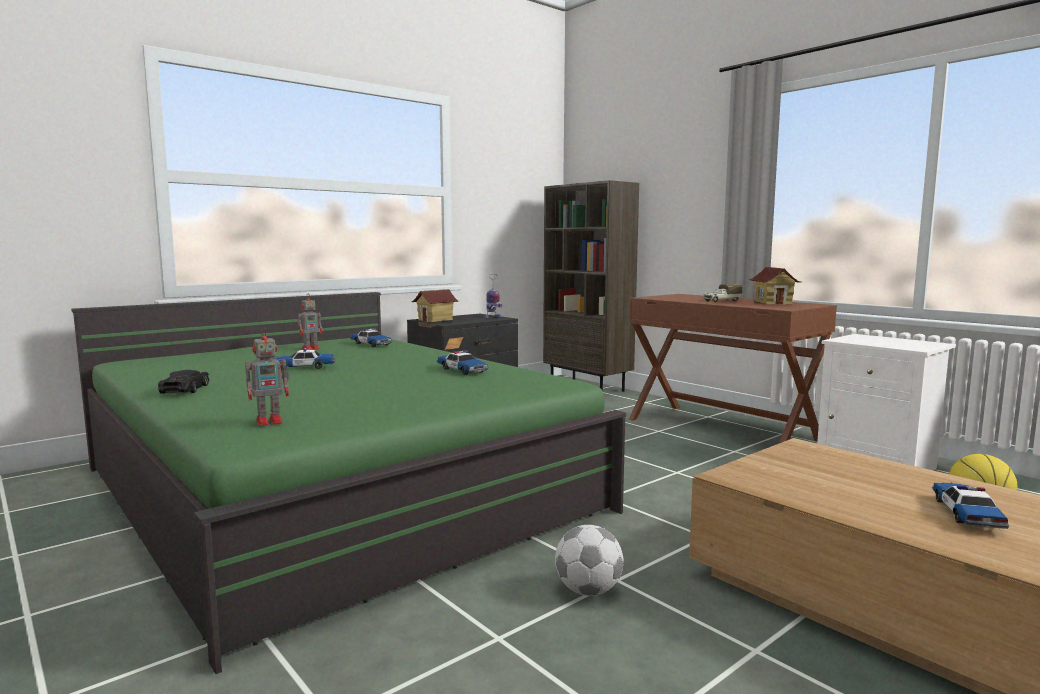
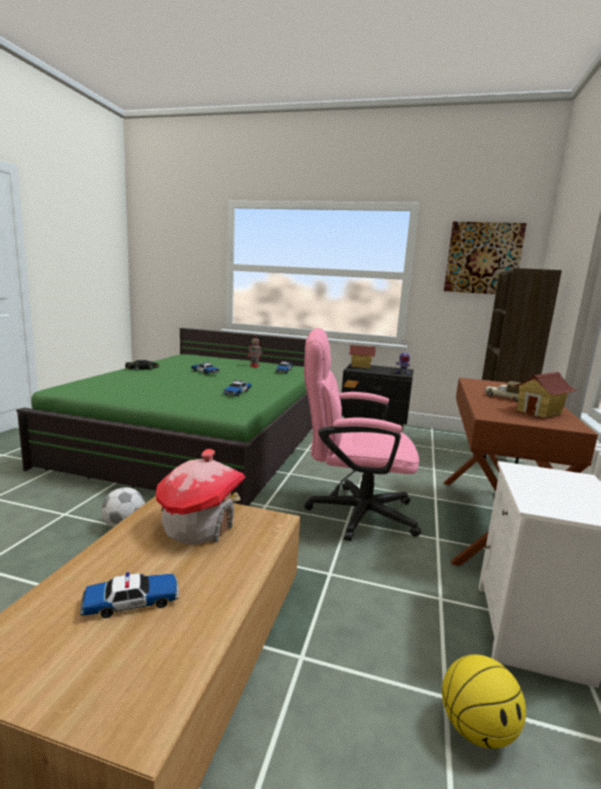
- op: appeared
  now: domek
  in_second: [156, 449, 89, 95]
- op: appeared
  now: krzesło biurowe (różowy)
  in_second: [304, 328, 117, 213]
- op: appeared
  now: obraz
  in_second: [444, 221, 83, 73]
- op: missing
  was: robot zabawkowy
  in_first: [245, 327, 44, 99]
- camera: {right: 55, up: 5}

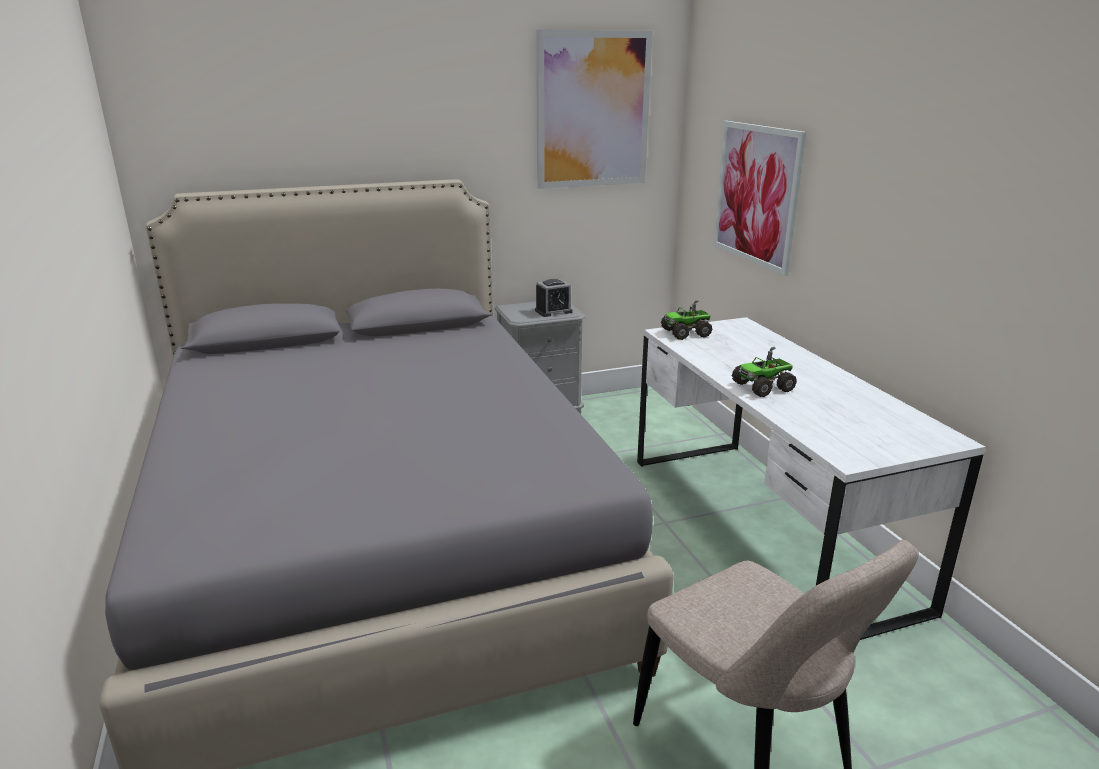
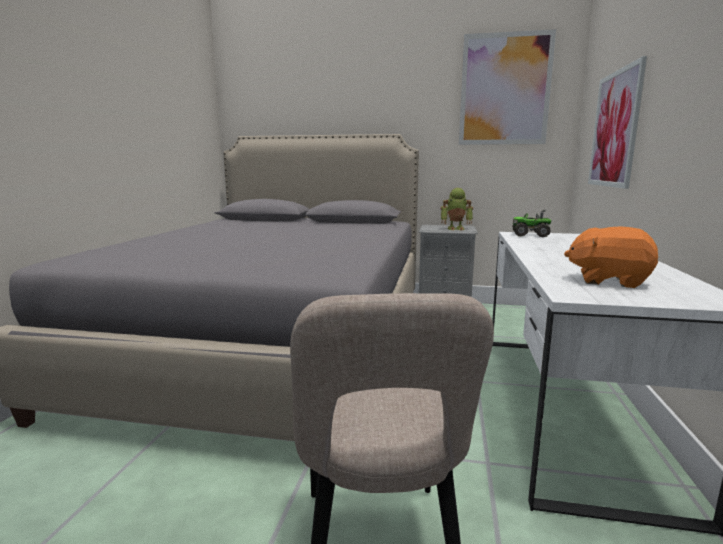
- op: exchanged
  was: budzik
  now: robot zabawkowy
  in_first: [535, 279, 37, 38]
  in_second: [441, 188, 32, 43]
- op: appeared
  now: pluszak (pomarańczowy)
  in_second: [564, 226, 94, 62]
- op: missing
  was: ciężarówka zabawkowa
  in_first: [732, 347, 65, 50]
- camera: {right: 30, up: -10}

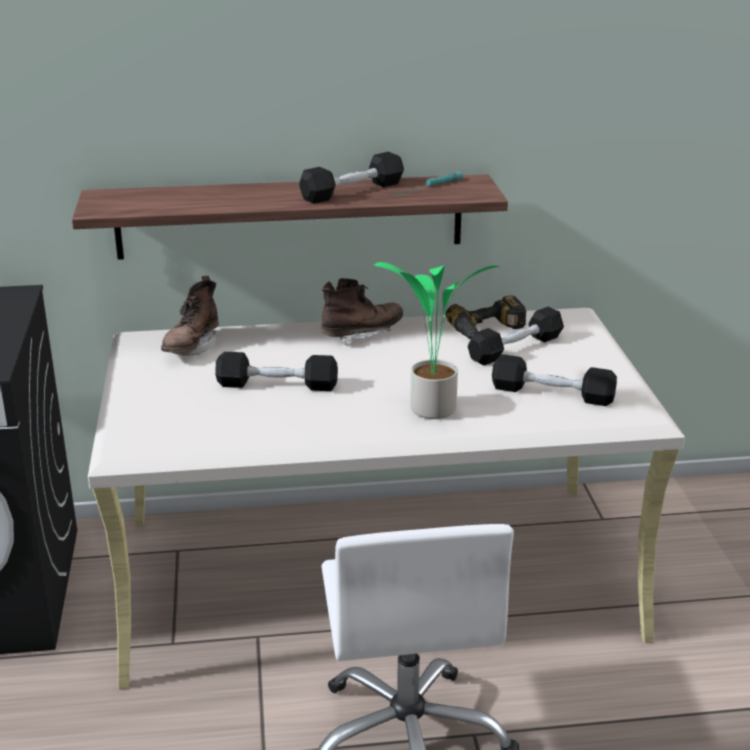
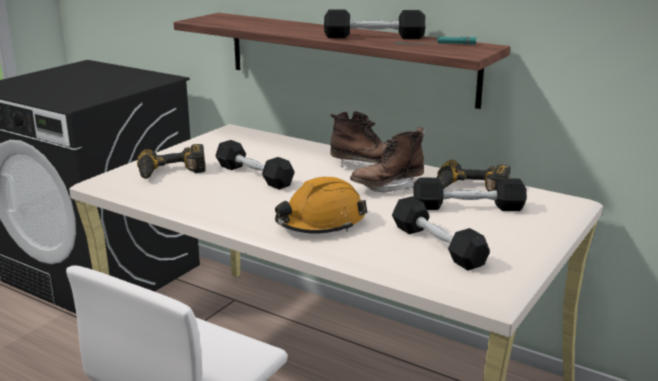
- op: appeared
  now: wiertarka
  in_second: [137, 144, 69, 35]
- op: exchanged
  was: roślina doniczkowa
  now: kask (pomarańczowy)
  in_first: [374, 262, 126, 157]
  in_second: [275, 177, 92, 57]
- op: relocated
  was: but z cholewką (brązowy)
  in_first: [161, 276, 58, 80]
  in_second: [350, 127, 74, 66]
- camera: {right: 40, up: -5}

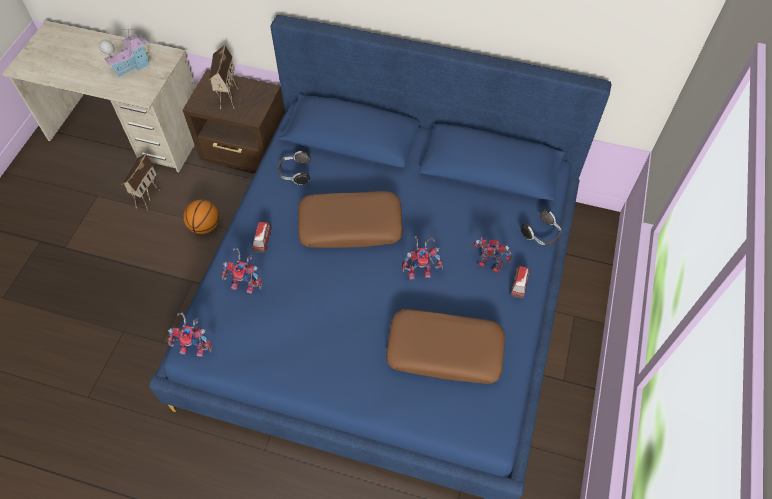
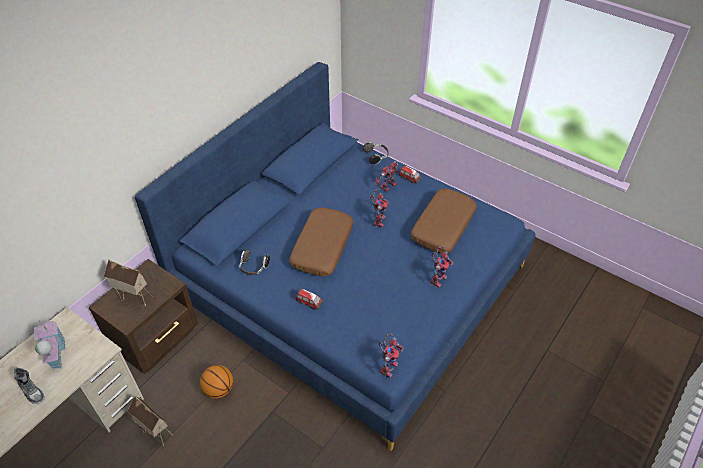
- op: appeared
  now: but
  in_second: [14, 367, 31, 37]
- op: relocated
  was: robot zabawkowy
  in_first: [221, 248, 41, 46]
  in_second: [430, 246, 24, 42]
- camera: {right: -70, up: -10}

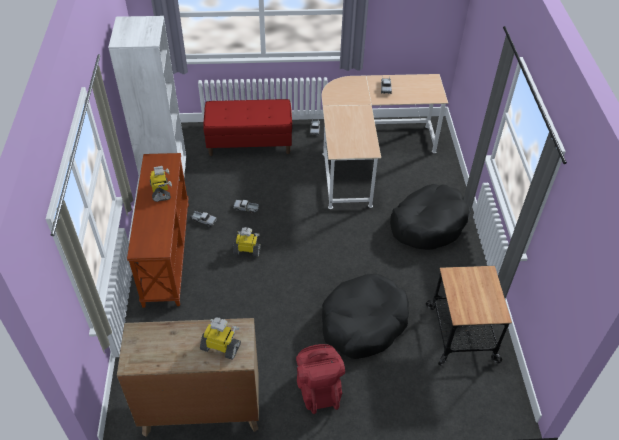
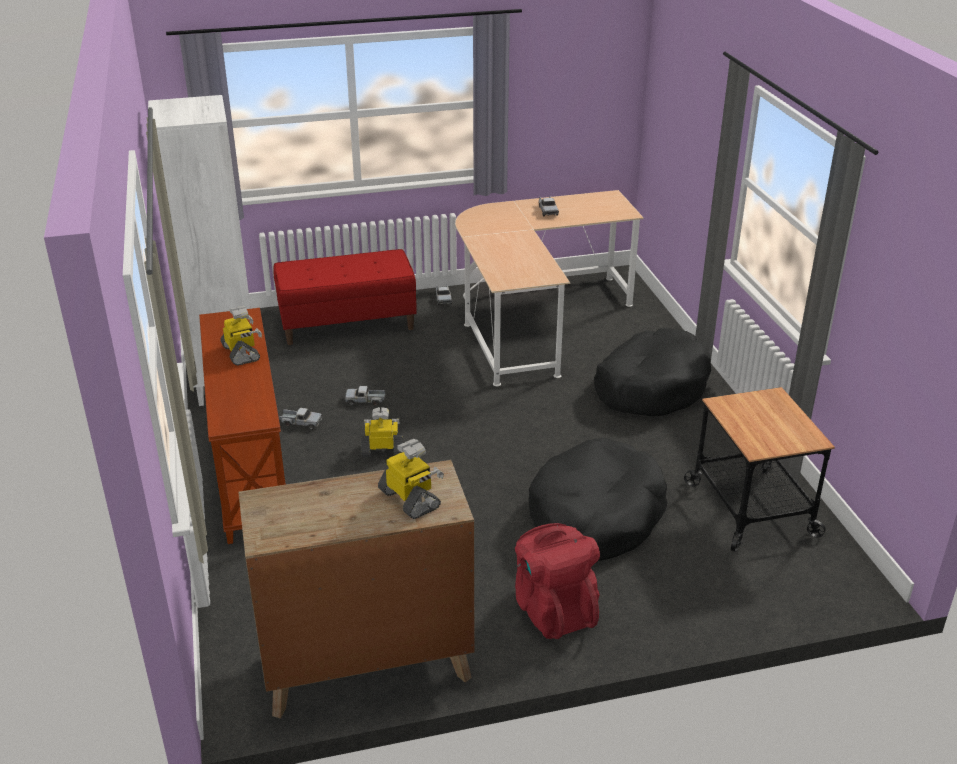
- op: spun
  was: robot zabawkowy
  in_first: [200, 318, 41, 42]
  in_second: [378, 439, 66, 80]
  clockwise: 45
- camera: {right: -10, up: -15}

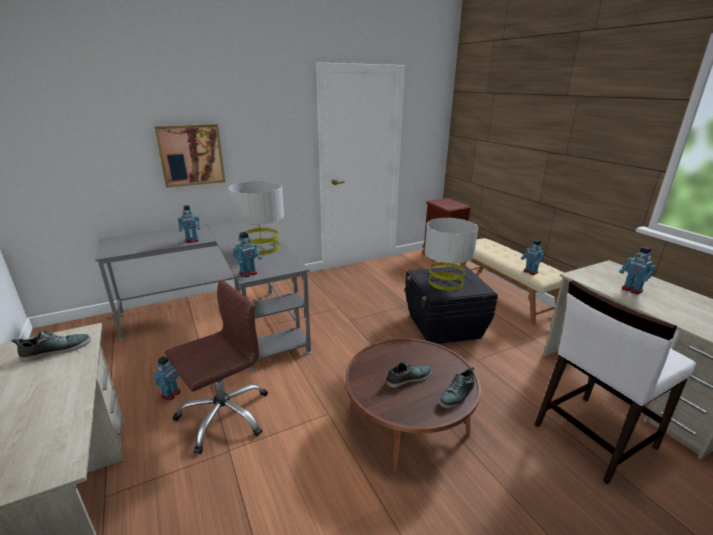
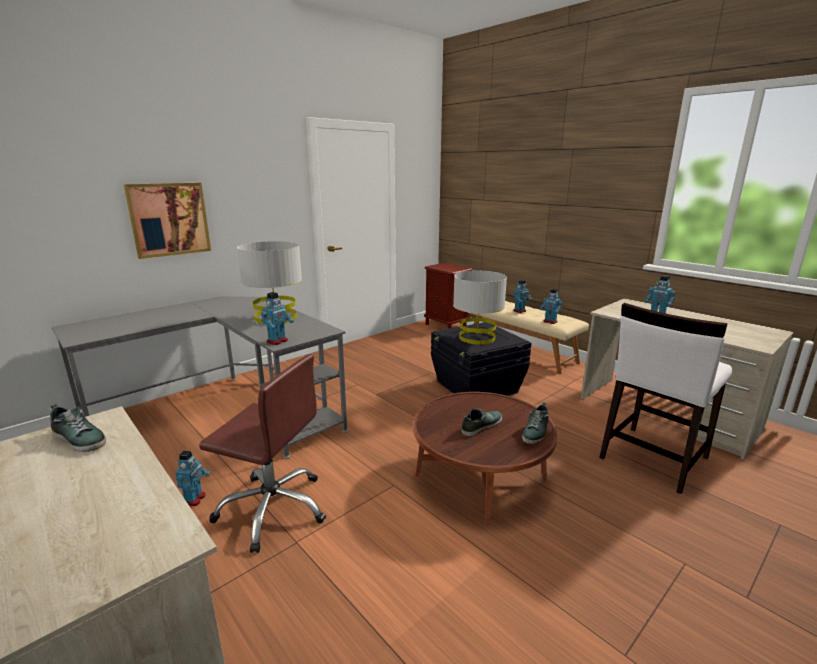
- op: spun
  was: but
  in_first: [12, 331, 79, 31]
  in_second: [50, 404, 56, 48]
  clockwise: 75
- op: spun
  was: krzesło biurowe (brązowy)
  in_first: [165, 279, 103, 175]
  in_second: [199, 354, 127, 199]
  clockwise: 75
- op: relocated
  was: robot zabawkowy
  in_first: [178, 205, 22, 38]
  in_second: [513, 280, 19, 33]
- camera: {right: -15, up: -5}

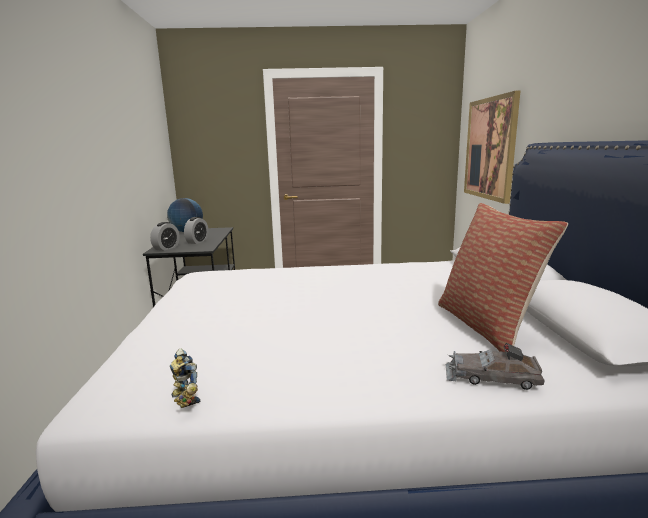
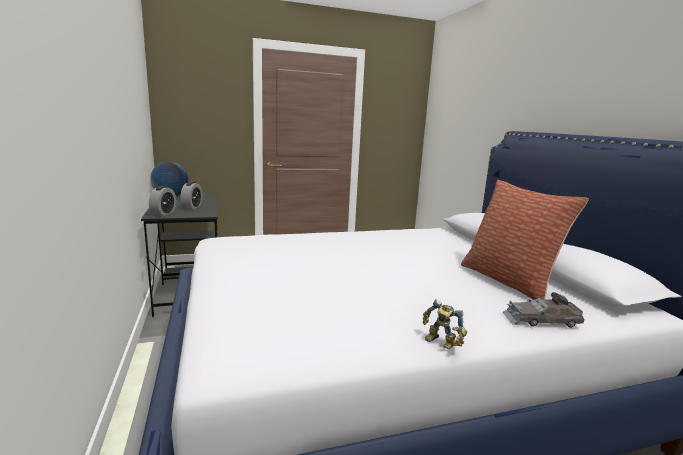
- op: relocated
  was: robot zabawkowy
  in_first: [170, 349, 30, 59]
  in_second: [423, 299, 45, 50]
- op: missing
  was: obraz
  in_first: [464, 91, 56, 113]
- camera: {right: -15, up: 0}

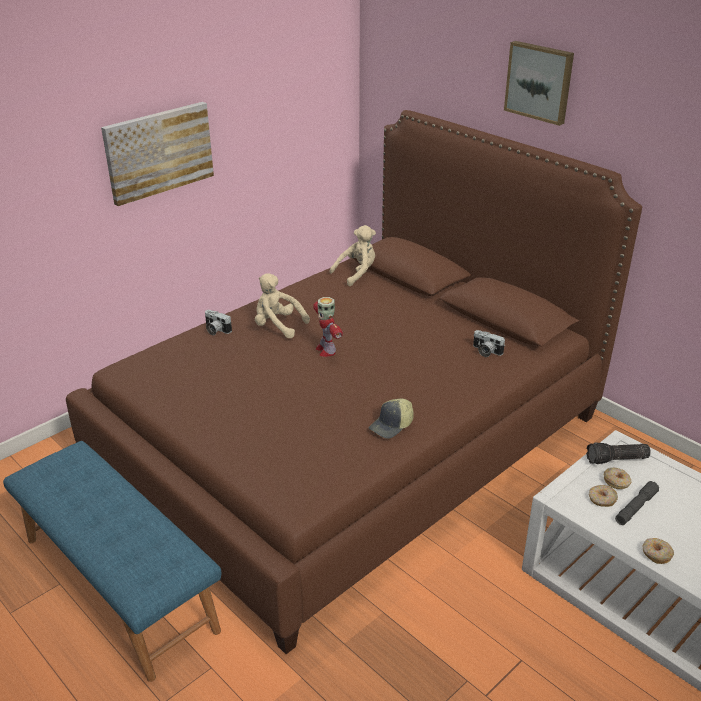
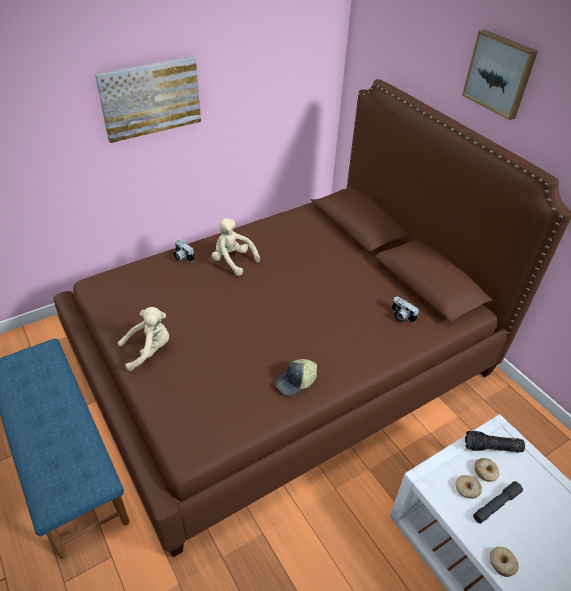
- op: relocated
  was: pluszak (beżowy)
  in_first: [330, 225, 46, 61]
  in_second: [118, 307, 51, 64]
- op: missing
  was: robot zabawkowy
  in_first: [313, 297, 30, 60]
- camera: {right: 10, up: 10}

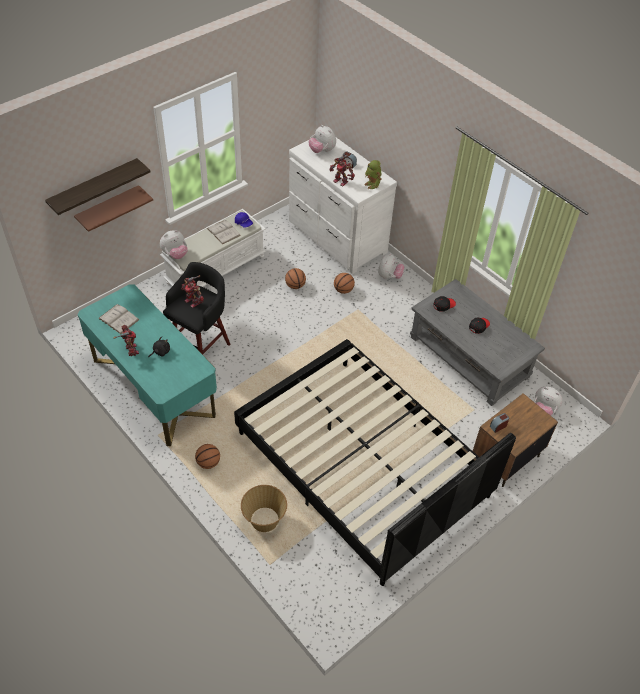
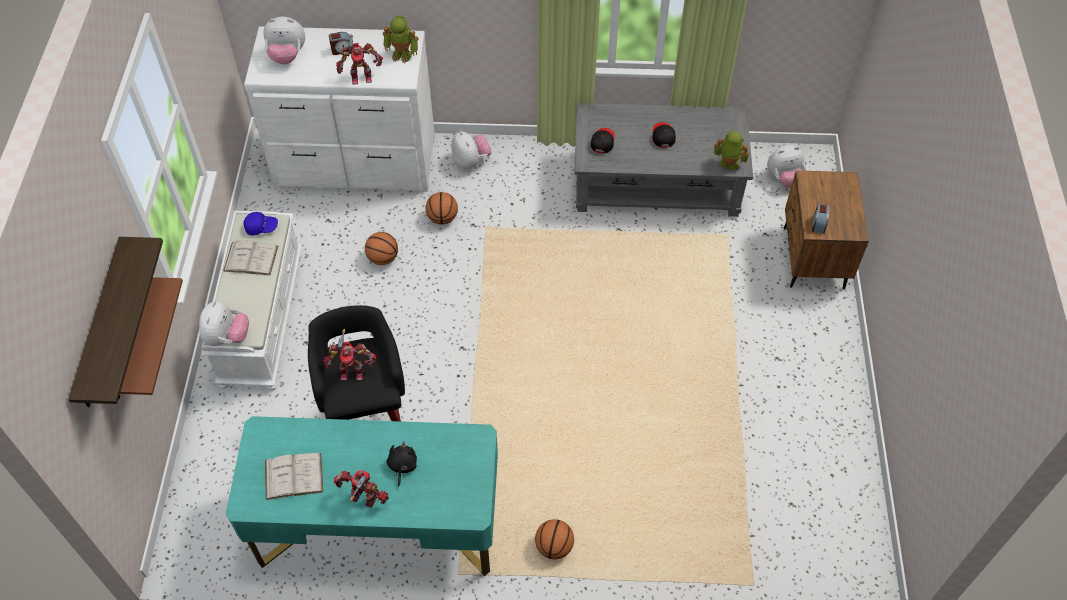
- op: appeared
  now: robot zabawkowy
  in_second: [714, 131, 35, 39]
- op: missing
  was: łóżko (czarny)
  in_first: [234, 339, 282, 247]
- op: missing
  was: koszyk
  in_first: [241, 485, 46, 47]
- camera: {right: -45, up: 5}

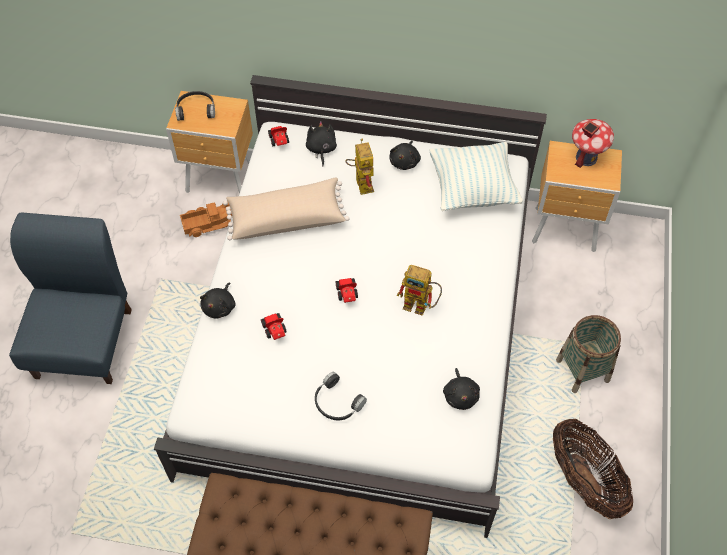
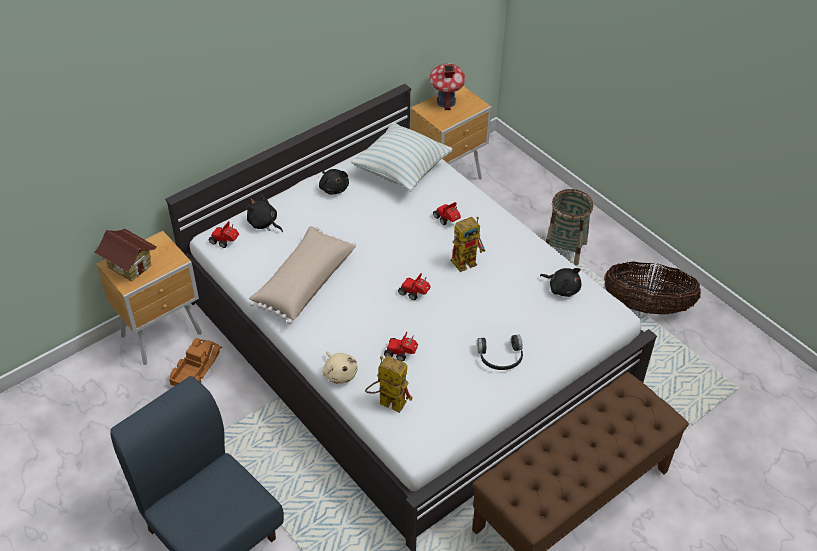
- op: exchanged
  was: słuchawki (czarny)
  now: domek
  in_first: [175, 91, 40, 30]
  in_second: [95, 228, 62, 53]
- op: colour
  was: pluszak (czarny)
  now: pluszak (beżowy)
  in_first: [200, 283, 36, 35]
  in_second: [322, 351, 36, 33]
- op: relocated
  was: robot zabawkowy
  in_first: [345, 139, 29, 56]
  in_second: [365, 356, 48, 57]
- op: appeared
  now: samochodzik
  in_second: [433, 202, 28, 23]
- camera: {right: -50, up: -10}

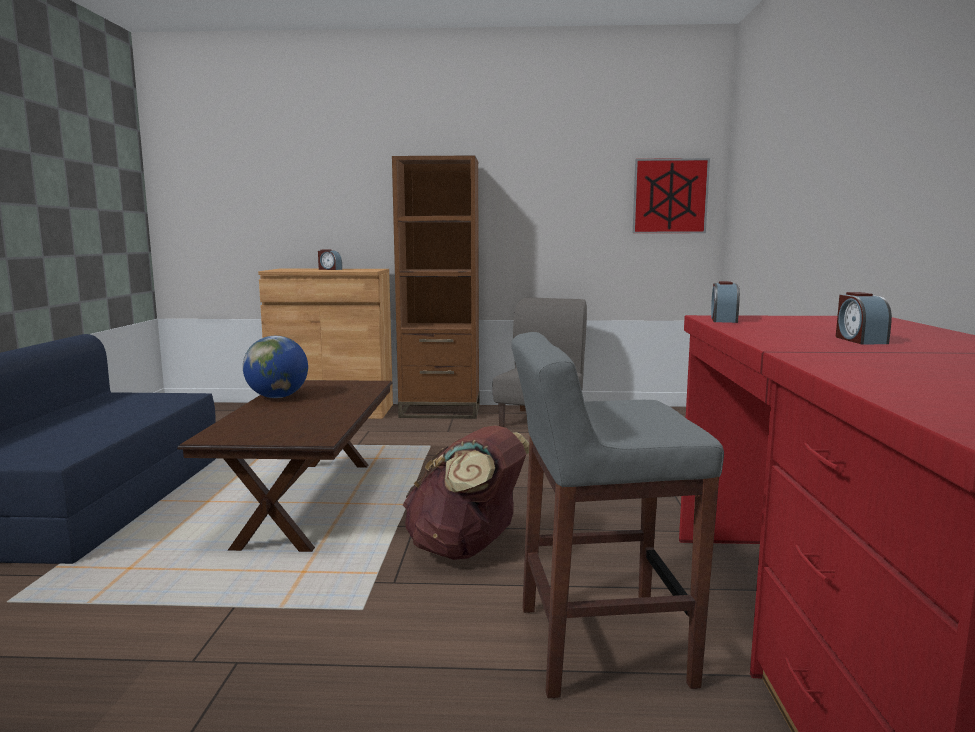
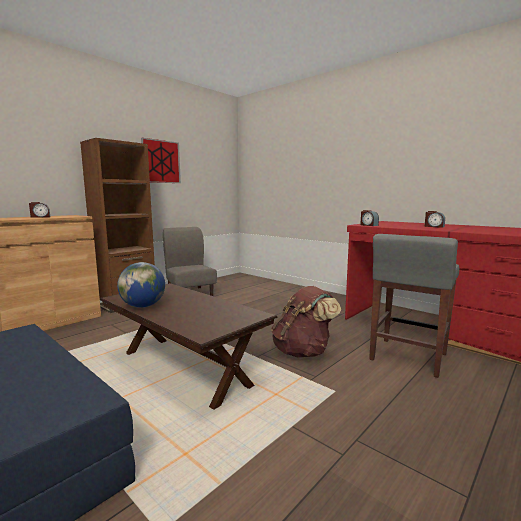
- op: relocated
  was: obraz
  in_first: [633, 158, 77, 75]
  in_second: [141, 138, 40, 45]
- camera: {right: -50, up: 0}

